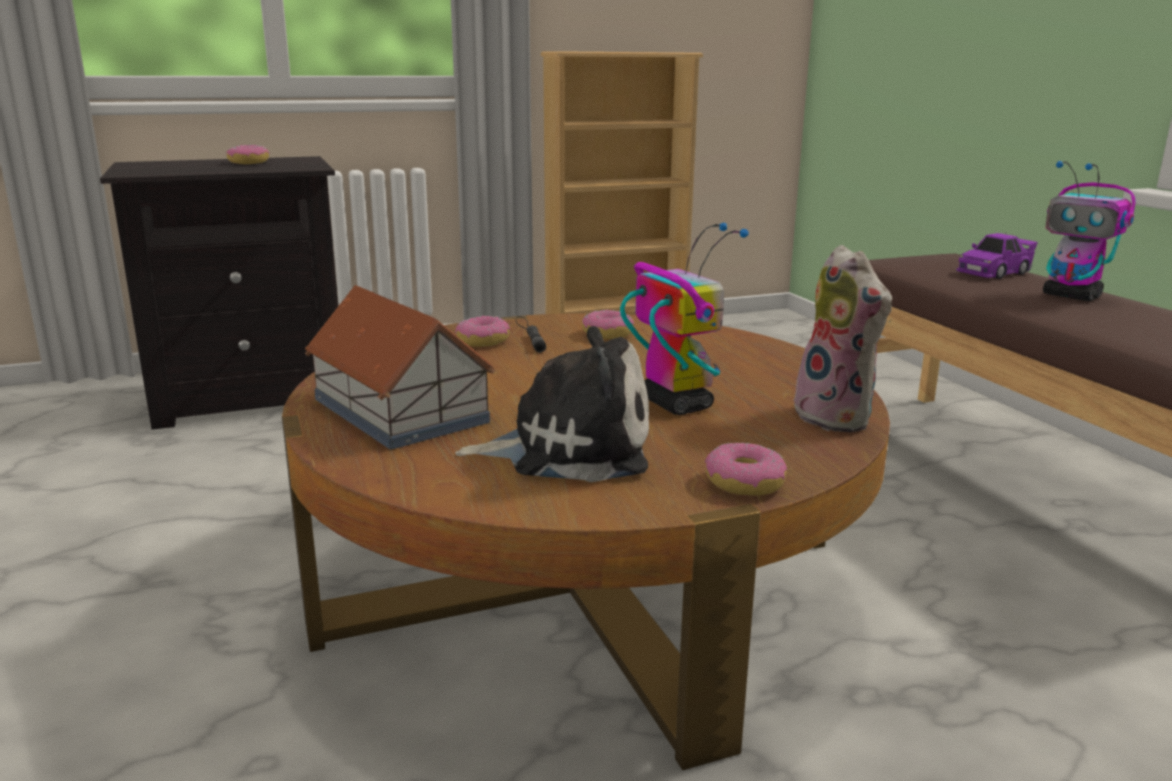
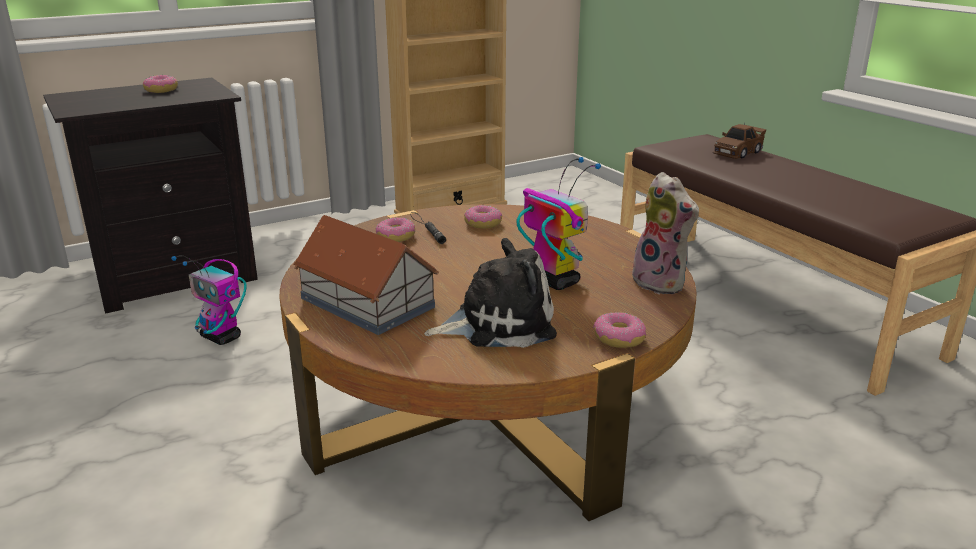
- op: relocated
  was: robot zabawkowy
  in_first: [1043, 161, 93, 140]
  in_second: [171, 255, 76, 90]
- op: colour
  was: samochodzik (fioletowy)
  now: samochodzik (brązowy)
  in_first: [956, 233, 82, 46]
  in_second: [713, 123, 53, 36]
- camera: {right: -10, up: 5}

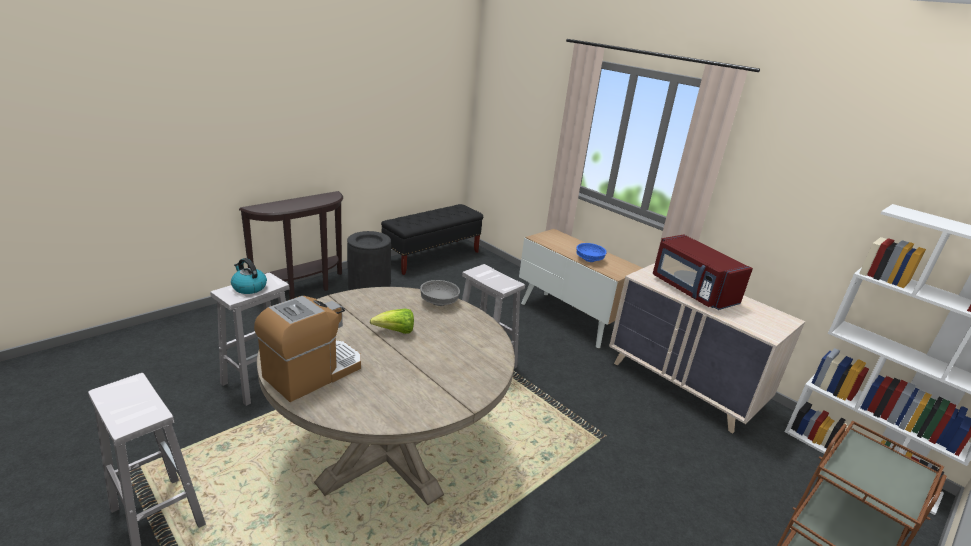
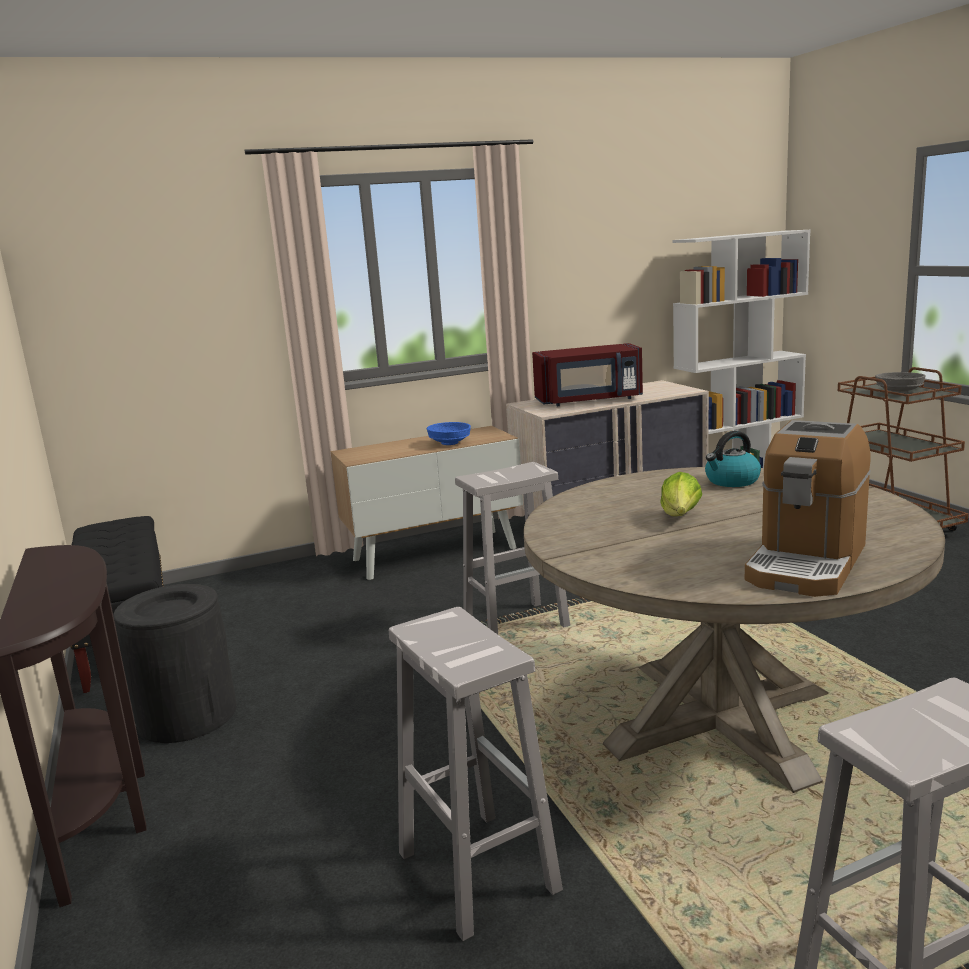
- op: relocated
  was: czajnik
  in_first: [231, 258, 36, 36]
  in_second: [705, 431, 56, 56]
- op: spun
  was: ekspres do kawy
  in_first: [254, 296, 107, 106]
  in_second: [745, 420, 126, 177]
  clockwise: -120
- op: relocated
  was: miska (szary)
  in_first: [420, 280, 40, 26]
  in_second: [875, 372, 51, 22]
- camera: {right: -65, up: -10}

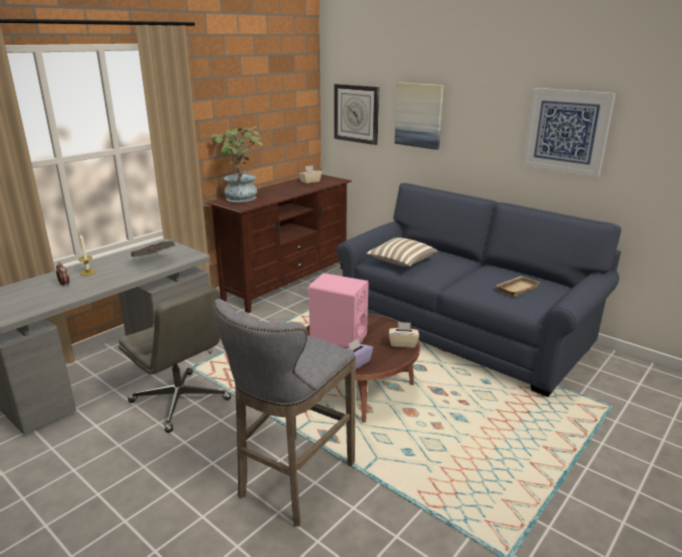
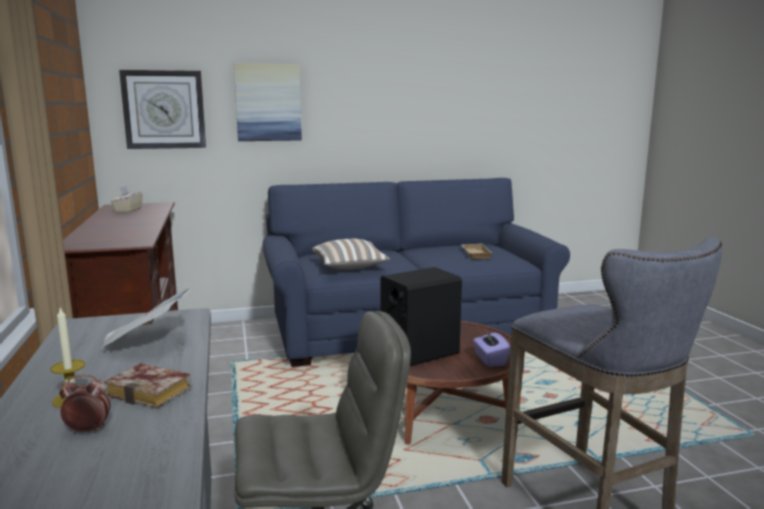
- op: appeared
  now: książka
  in_second: [104, 363, 87, 46]
- op: colour
  was: głośnik (różowy)
  now: głośnik (czarny)
  in_first: [307, 273, 62, 75]
  in_second: [381, 267, 81, 99]
- op: missing
  was: roślina doniczkowa
  in_first: [212, 126, 51, 76]
- op: missing
  was: pudełko chusteczek (beżowy)
  in_first: [389, 322, 30, 26]
- op: missing
  was: obraz
  in_first: [522, 88, 93, 89]
- camera: {right: -55, up: -10}

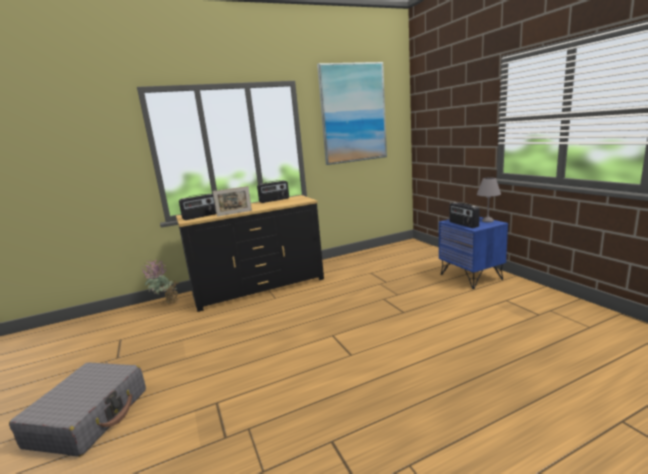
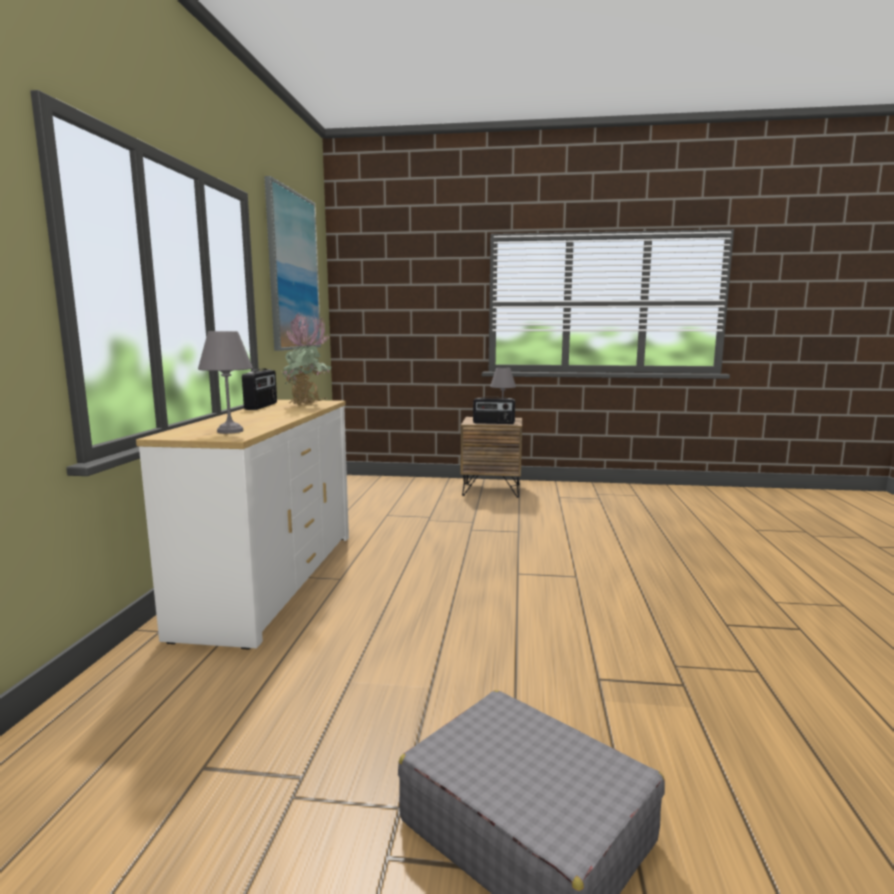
- op: colour
  was: komoda (czarny)
  now: komoda (biały)
  in_first: [176, 195, 148, 117]
  in_second: [136, 400, 213, 250]
- op: exchanged
  was: radio
  now: lampa stołowa (szary)
  in_first: [179, 194, 37, 26]
  in_second: [198, 331, 55, 103]
- op: relocated
  was: roślina doniczkowa
  in_first: [142, 260, 37, 44]
  in_second: [281, 313, 51, 92]
- op: colour
  was: szafka nocna (niebieski)
  now: szafka nocna (brązowy)
  in_first: [439, 217, 69, 72]
  in_second: [461, 417, 61, 81]
- op: missing
  was: ramka na zdjęcie
  in_first: [213, 186, 39, 31]
- camera: {right: -60, up: -5}

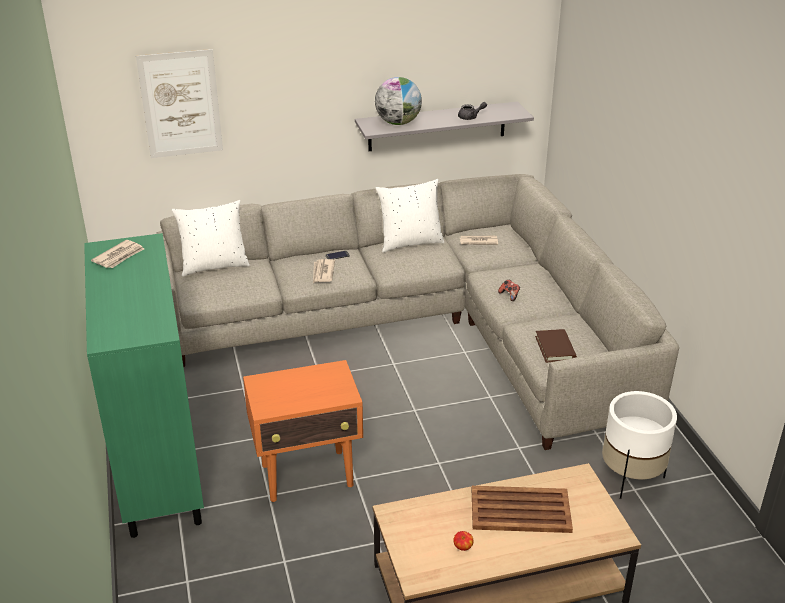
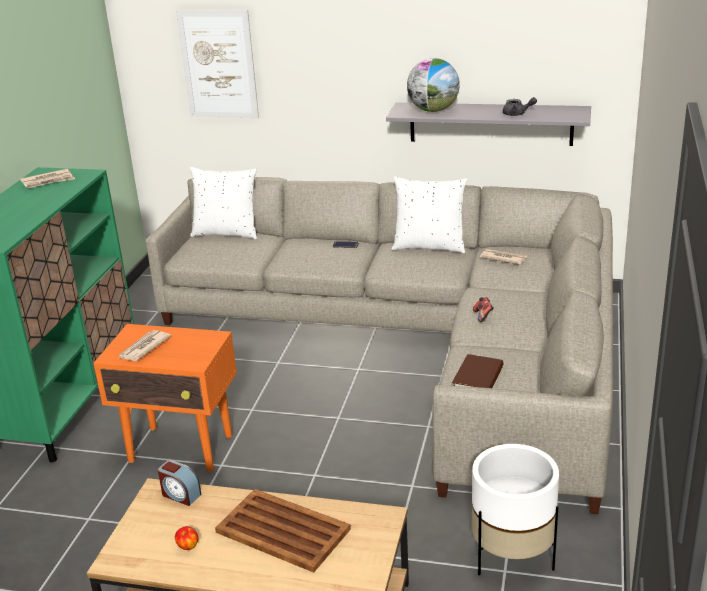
- op: relocated
  was: gazeta
  in_first: [313, 259, 22, 24]
  in_second: [119, 330, 52, 31]
- op: appeared
  now: budzik
  in_second: [158, 460, 43, 46]
- camera: {right: 30, up: -5}

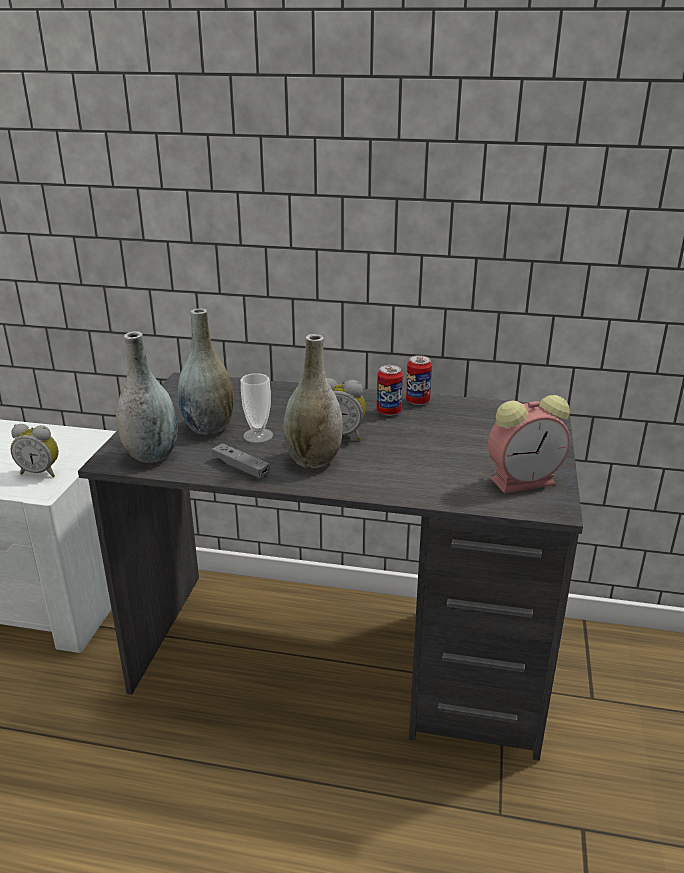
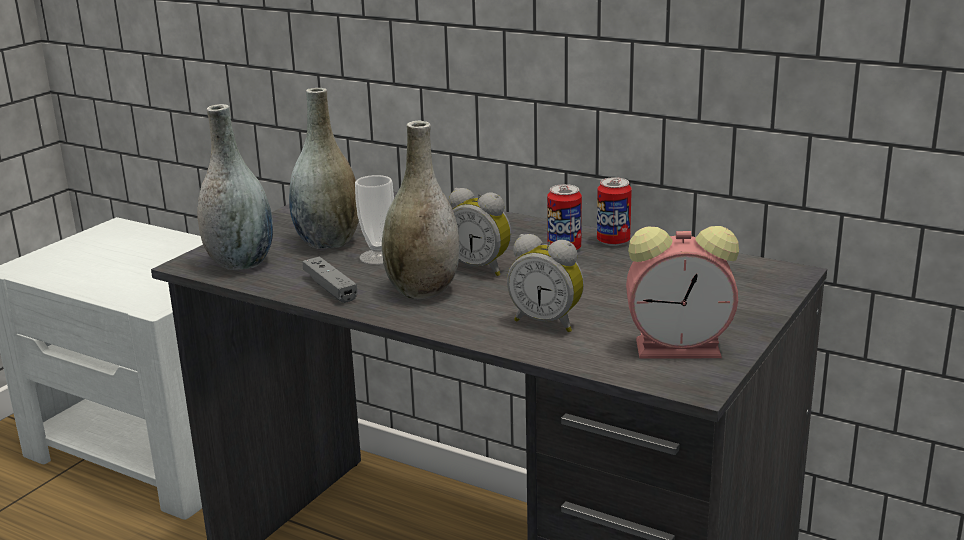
- op: relocated
  was: budzik
  in_first: [10, 424, 49, 53]
  in_second: [507, 234, 77, 98]
- camera: {right: 20, up: -5}

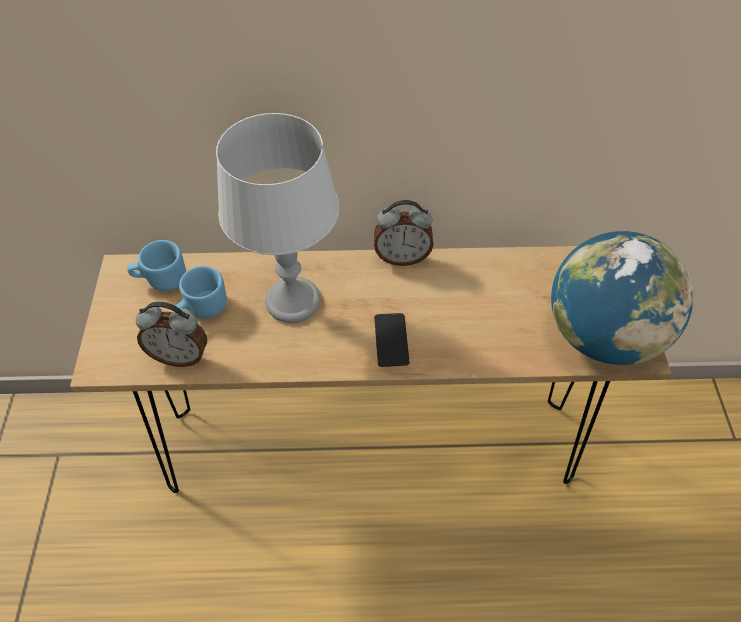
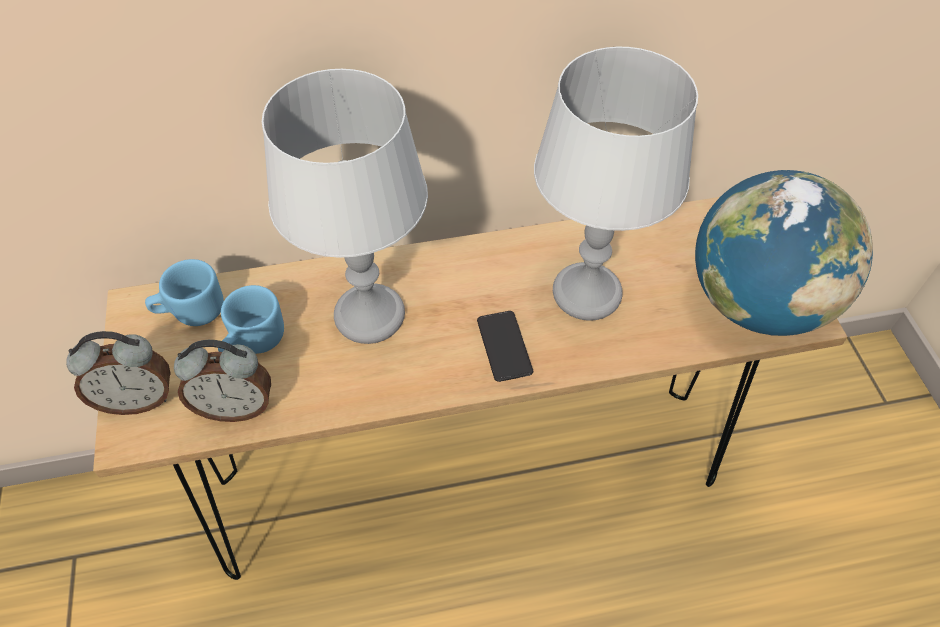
- op: relocated
  was: budzik
  in_first: [374, 200, 60, 66]
  in_second: [66, 331, 105, 84]
- op: appeared
  now: lampa stołowa (szary)
  in_second: [534, 47, 164, 274]
- camera: {right: -10, up: 0}

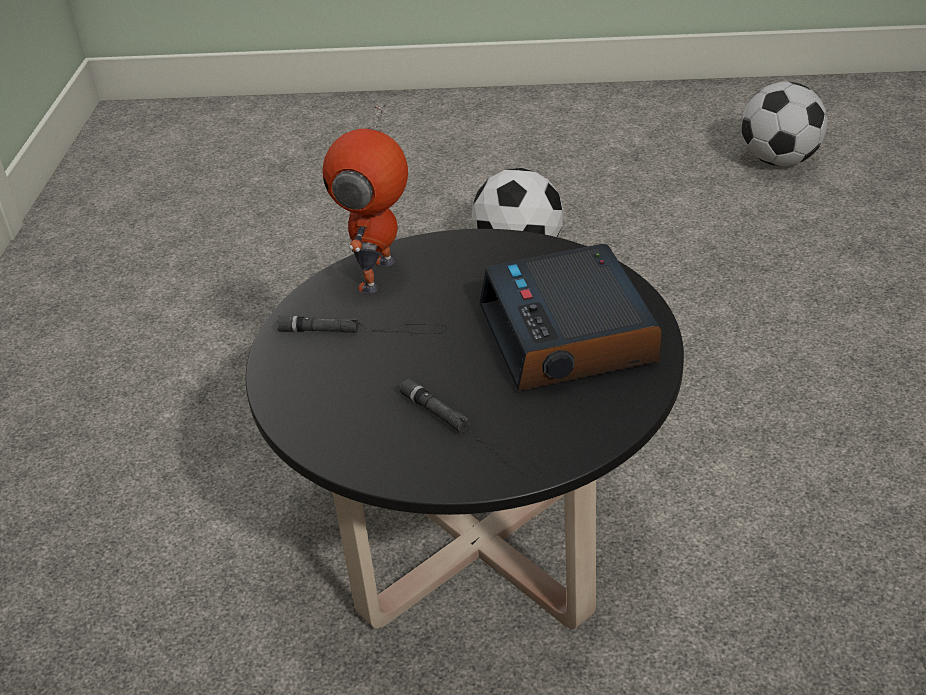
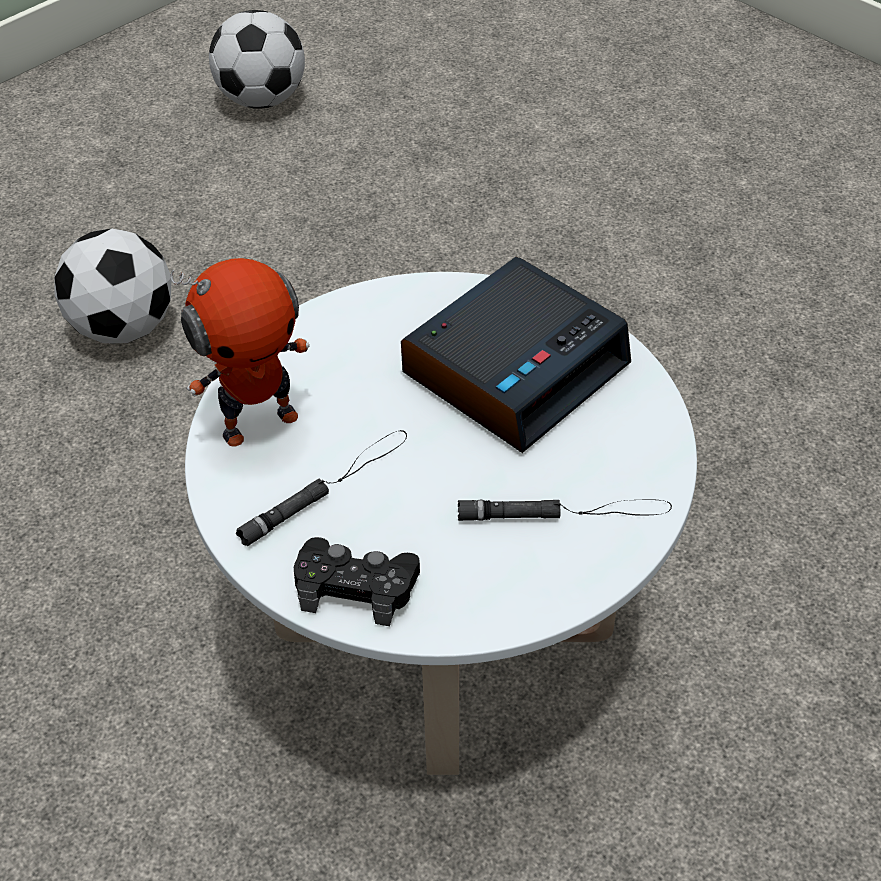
- op: spun
  was: robot zabawkowy
  in_first: [322, 102, 86, 191]
  in_second: [170, 258, 140, 189]
  clockwise: -90
- op: colour
  was: ława (czarny)
  now: ława (biały)
  in_first: [246, 229, 438, 400]
  in_second: [185, 272, 512, 503]
- op: appeared
  now: pad do gier (czarny)
  in_second: [294, 537, 126, 89]
- op: spun
  was: budzik
  in_first: [480, 244, 182, 147]
  in_second: [401, 257, 230, 196]
  clockwise: -75
- camera: {right: -50, up: 10}

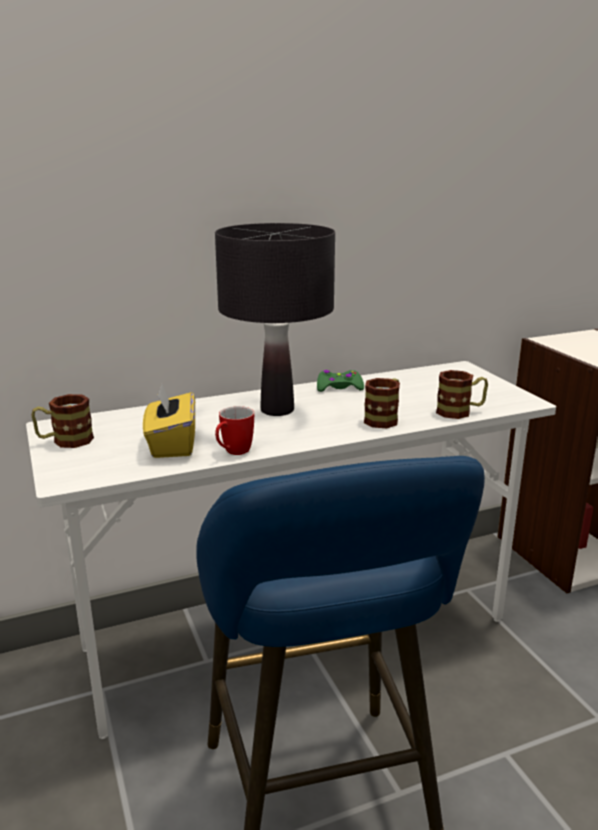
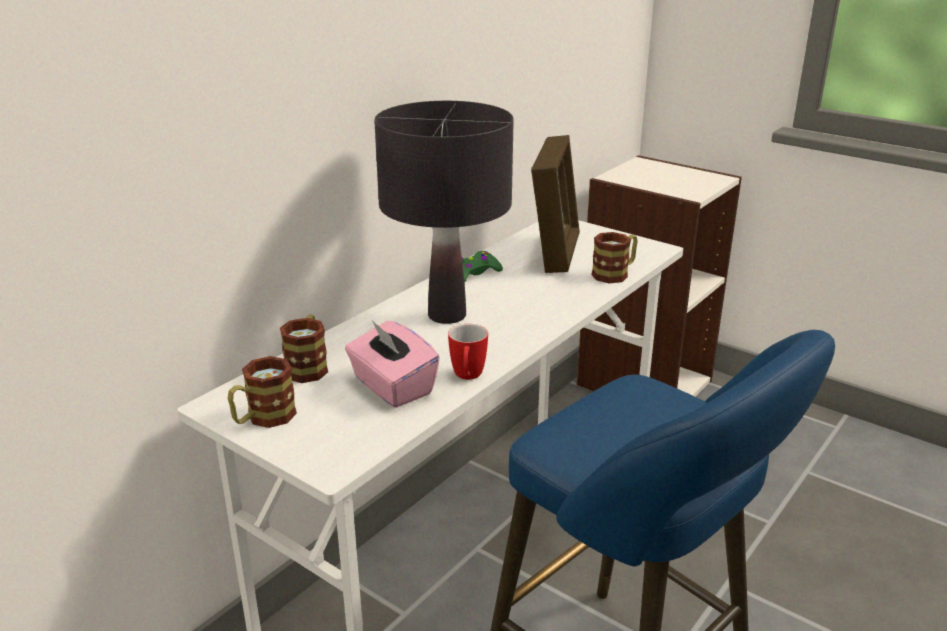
- op: relocated
  was: kubek
  in_first: [364, 378, 36, 50]
  in_second: [280, 315, 48, 68]
- op: colour
  was: pudełko chusteczek (żółty)
  now: pudełko chusteczek (różowy)
  in_first: [143, 384, 52, 74]
  in_second: [345, 319, 95, 89]
- op: appeared
  now: ramka na zdjęcie
  in_second: [531, 135, 49, 138]
- camera: {right: -30, up: 5}

